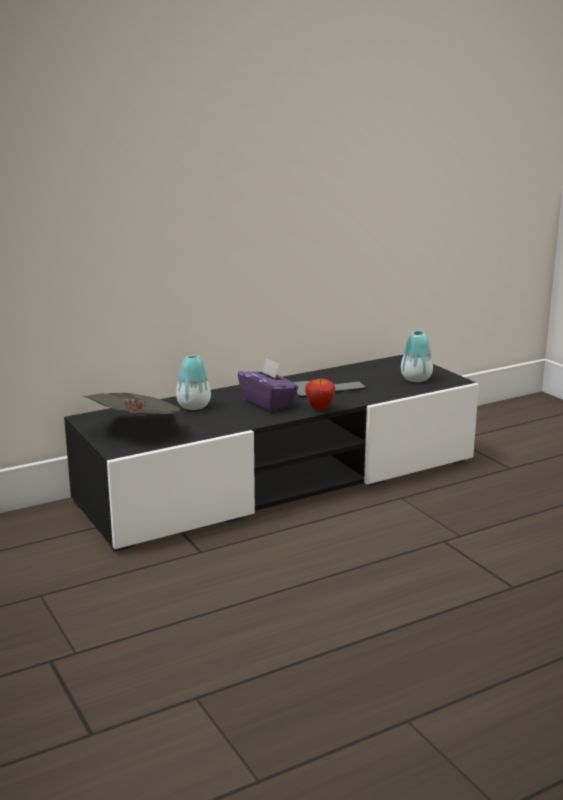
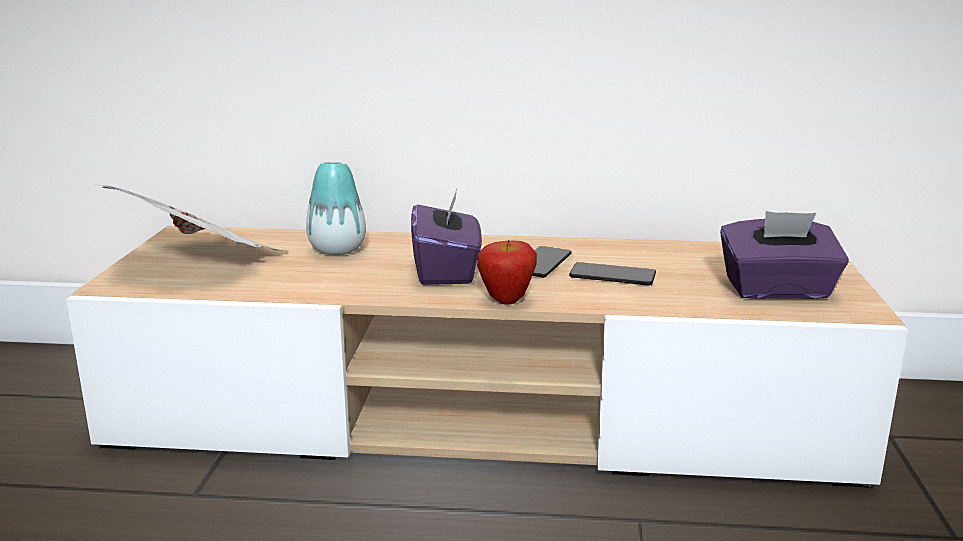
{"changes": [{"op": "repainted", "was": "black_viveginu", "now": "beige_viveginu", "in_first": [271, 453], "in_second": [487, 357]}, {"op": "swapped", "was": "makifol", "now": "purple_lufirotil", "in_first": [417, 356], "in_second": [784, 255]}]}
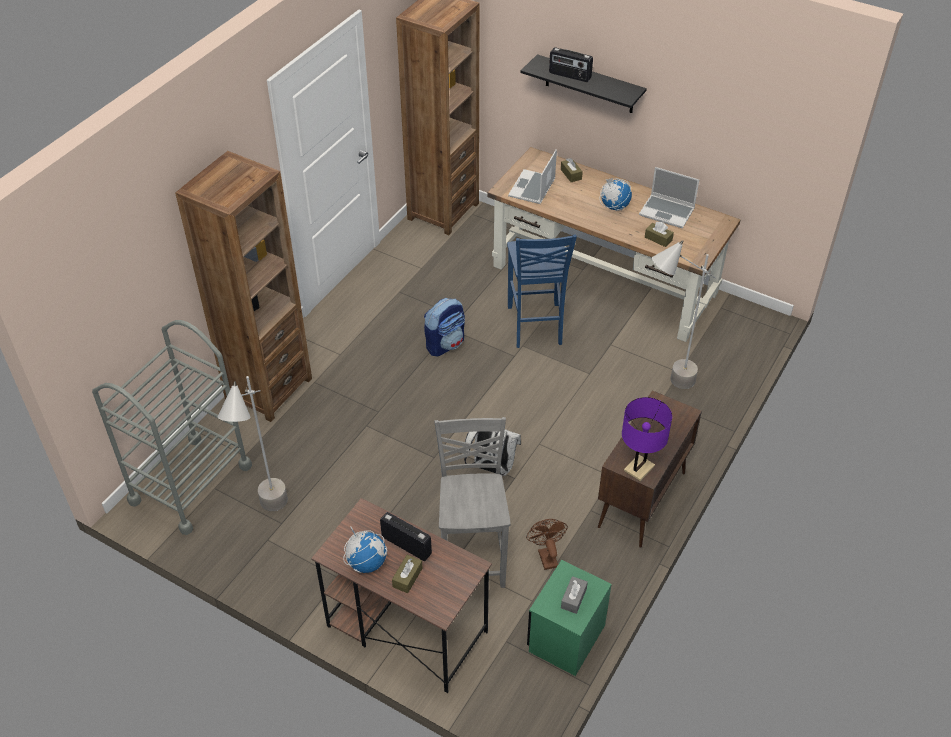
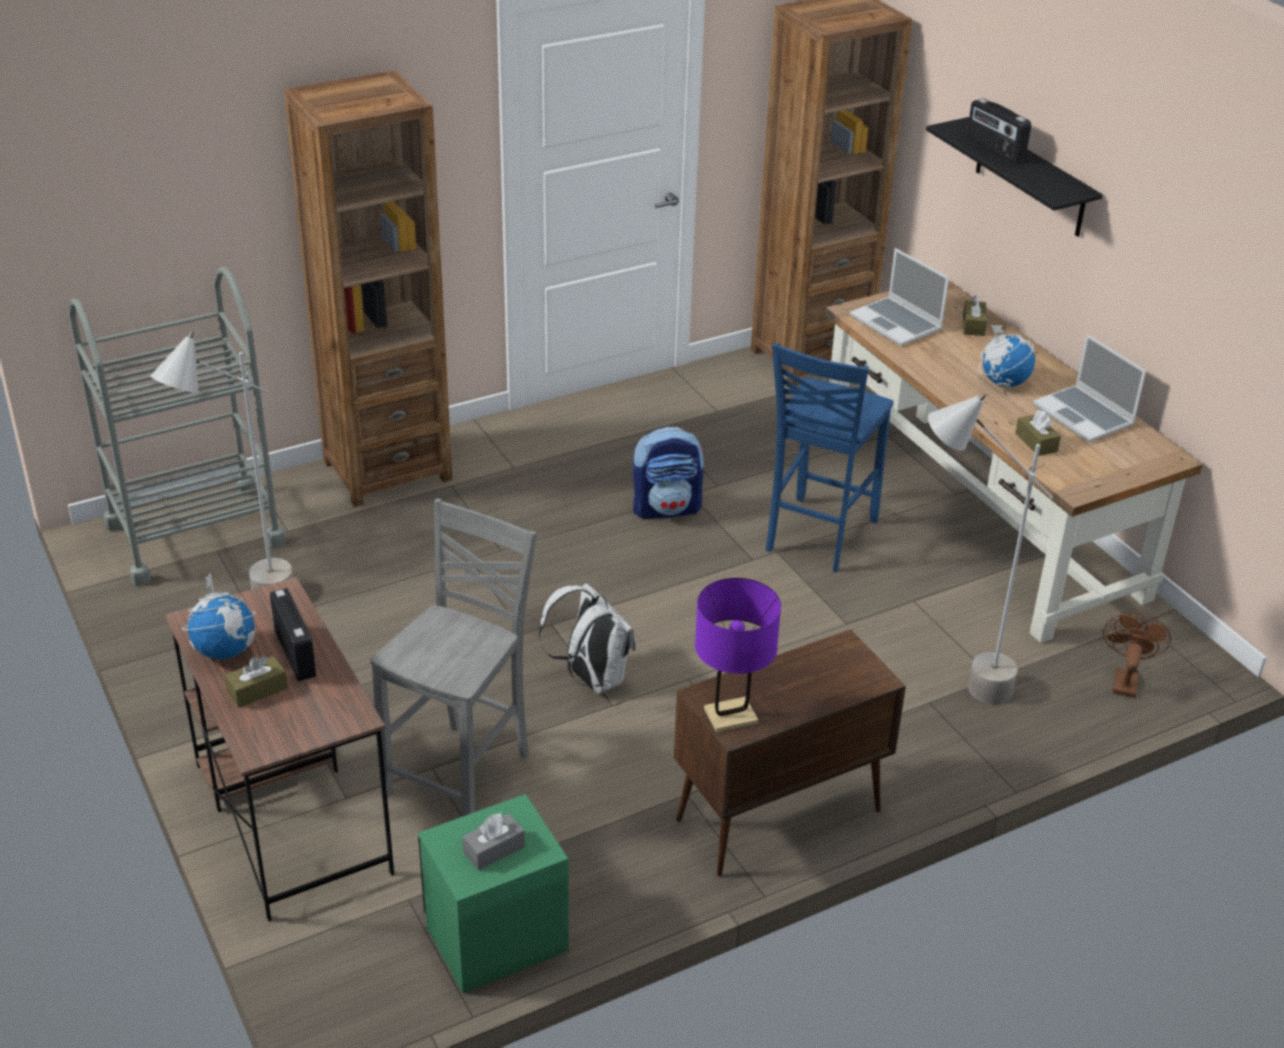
{"changes": [{"op": "rotated", "was": "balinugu", "in_first": [532, 176], "in_second": [899, 297], "clockwise": -90}, {"op": "shifted", "was": "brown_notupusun", "in_first": [547, 544], "in_second": [1137, 655]}]}
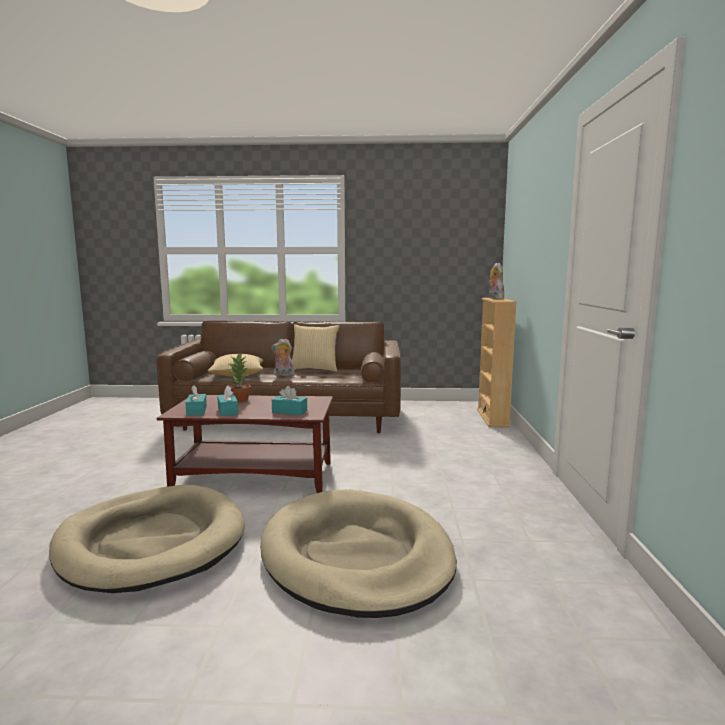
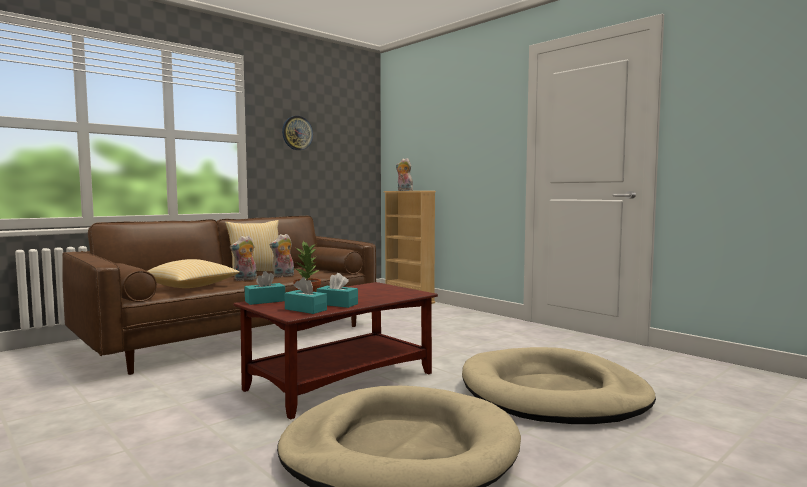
{"changes": [{"op": "shifted", "was": "turquoise_lufirotil", "in_first": [289, 400], "in_second": [265, 288]}, {"op": "new", "now": "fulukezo", "in_second": [281, 255]}, {"op": "new", "now": "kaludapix", "in_second": [297, 133]}]}
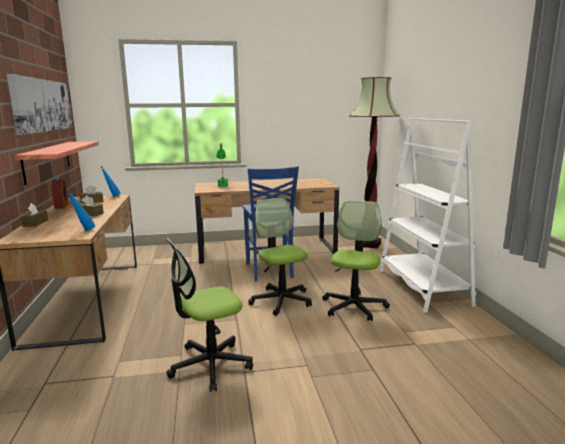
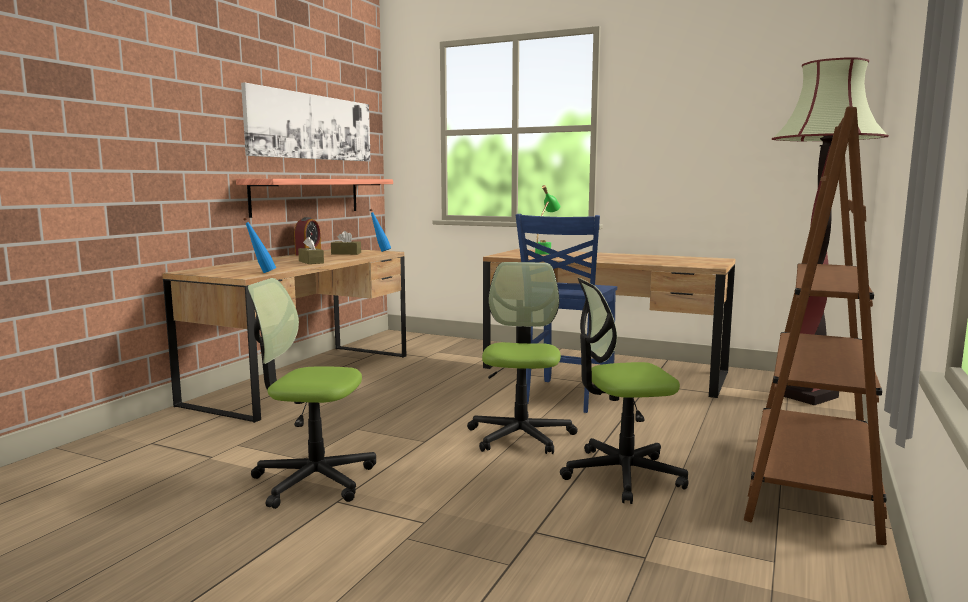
{"changes": [{"op": "rotated", "was": "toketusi", "in_first": [356, 260], "in_second": [624, 391], "clockwise": -150}, {"op": "repainted", "was": "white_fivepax", "now": "brown_fivepax", "in_first": [427, 215], "in_second": [815, 325]}, {"op": "gone", "was": "brown_lufirotil", "in_first": [34, 215]}]}
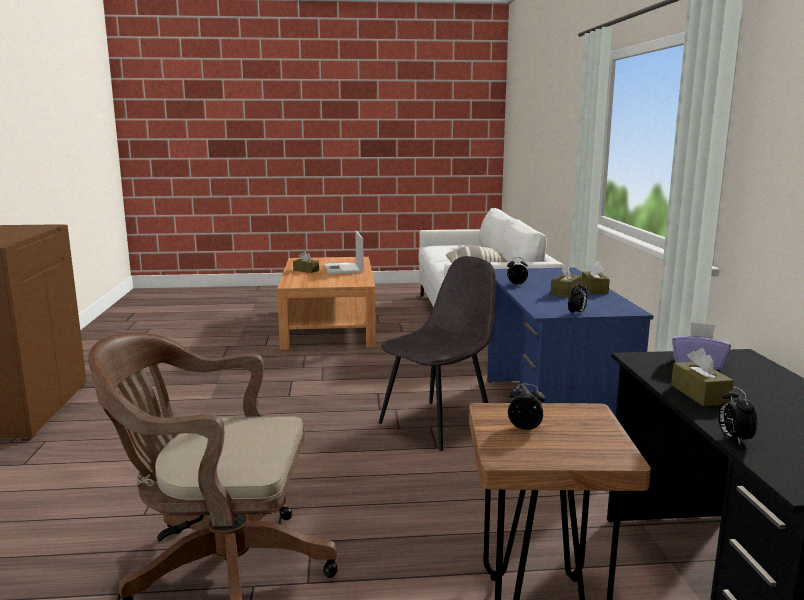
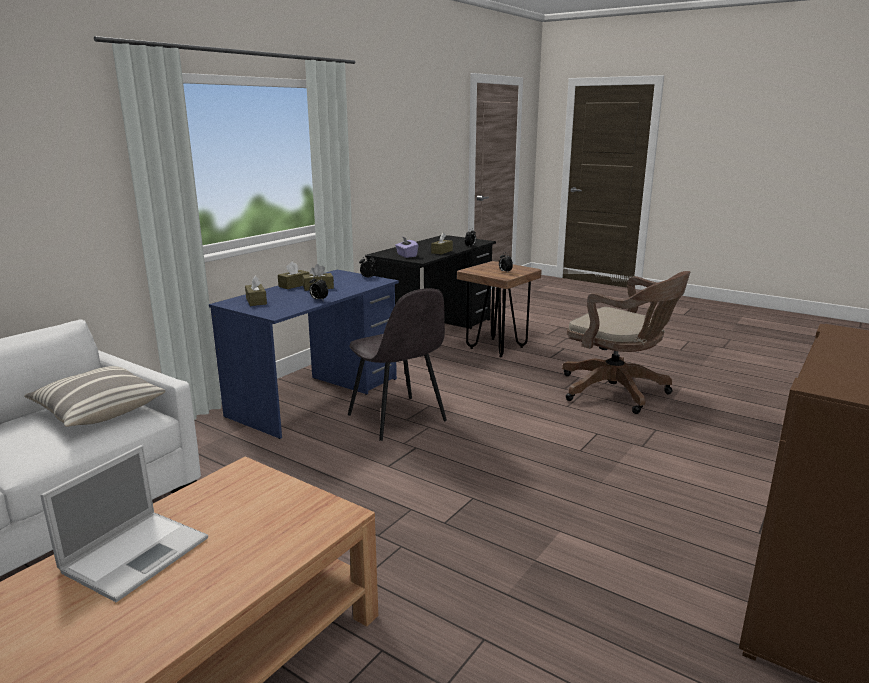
{"changes": [{"op": "shifted", "was": "brown_lufirotil", "in_first": [306, 262], "in_second": [256, 290]}, {"op": "rotated", "was": "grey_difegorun", "in_first": [437, 353], "in_second": [397, 364], "clockwise": -120}]}
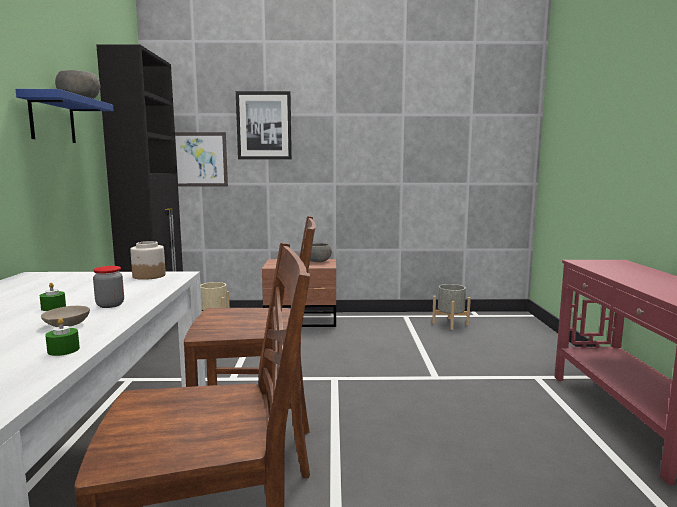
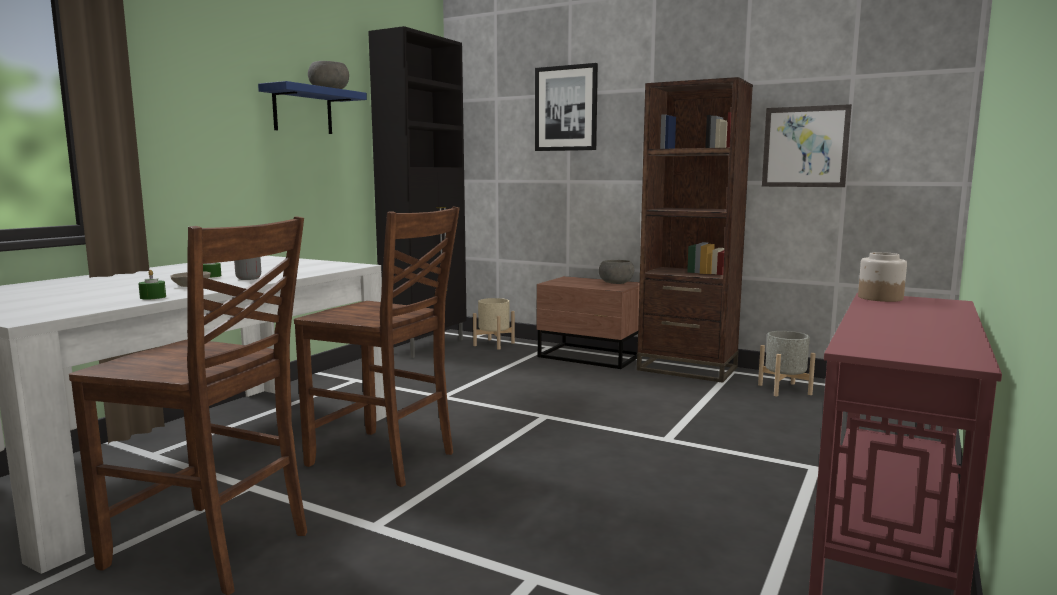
{"changes": [{"op": "new", "now": "brown_fivepax", "in_second": [695, 230]}, {"op": "shifted", "was": "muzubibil", "in_first": [201, 159], "in_second": [807, 145]}, {"op": "shifted", "was": "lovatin", "in_first": [148, 260], "in_second": [882, 277]}]}
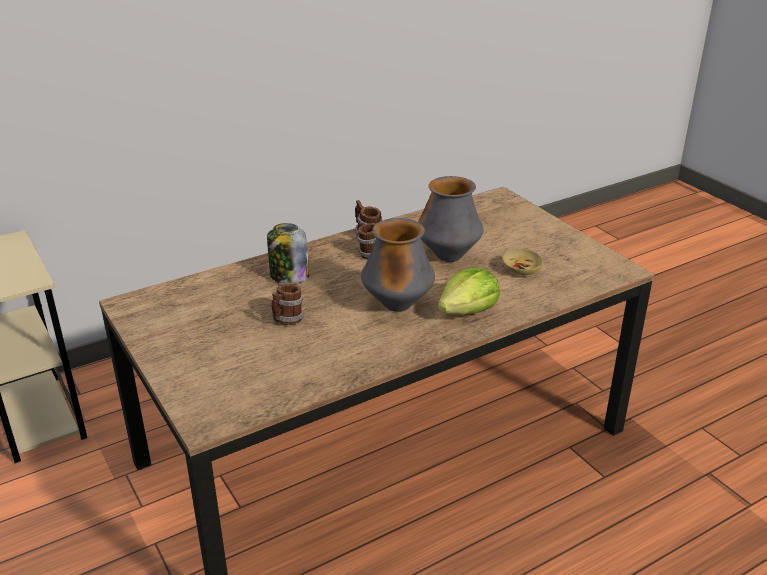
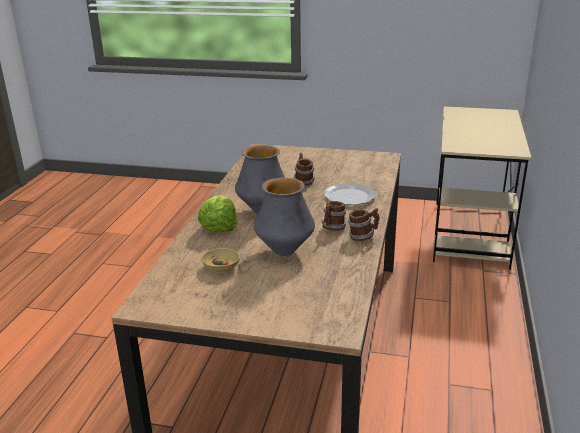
{"changes": [{"op": "swapped", "was": "lovatin", "now": "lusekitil", "in_first": [288, 253], "in_second": [350, 194]}]}
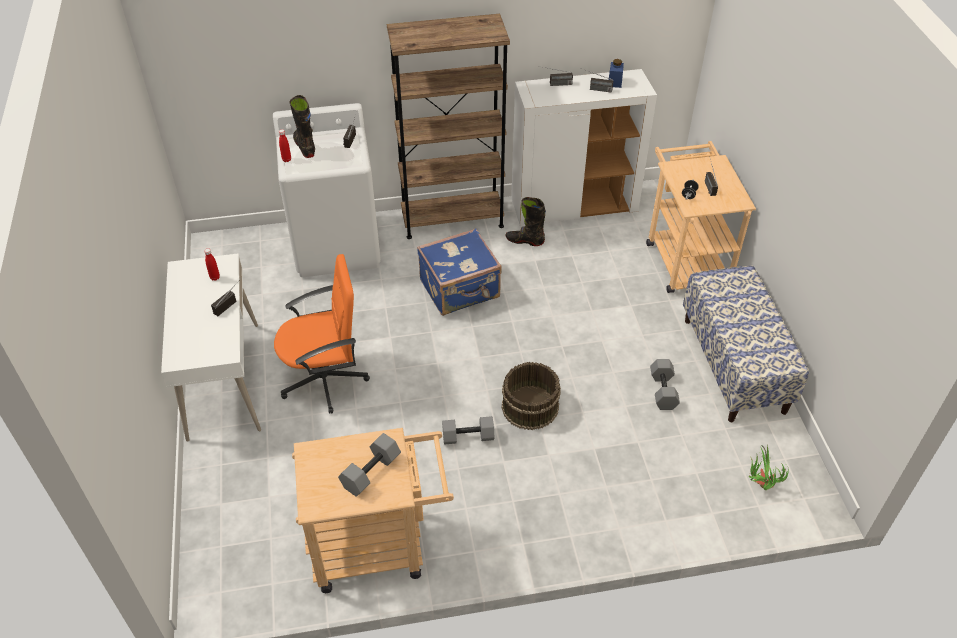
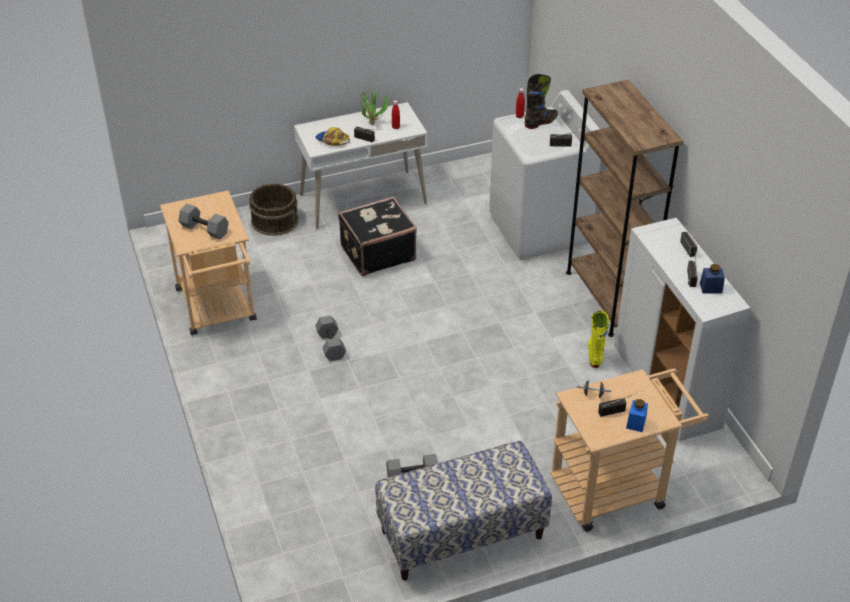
{"changes": [{"op": "shifted", "was": "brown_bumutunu", "in_first": [531, 396], "in_second": [274, 209]}, {"op": "new", "now": "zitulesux", "in_second": [332, 136]}, {"op": "swapped", "was": "orange_toketusi", "now": "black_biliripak", "in_first": [322, 333], "in_second": [377, 236]}, {"op": "shifted", "was": "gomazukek", "in_first": [769, 467], "in_second": [374, 107]}, {"op": "repainted", "was": "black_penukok", "now": "yellow_penukok", "in_first": [526, 221], "in_second": [598, 339]}, {"op": "new", "now": "blue_lovatin", "in_second": [637, 415]}, {"op": "gone", "was": "blue_biliripak", "in_first": [459, 272]}]}
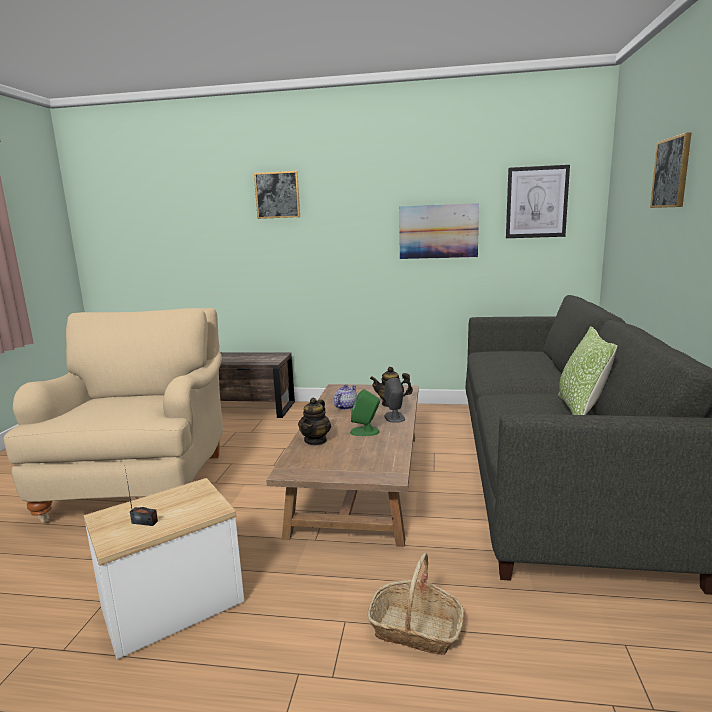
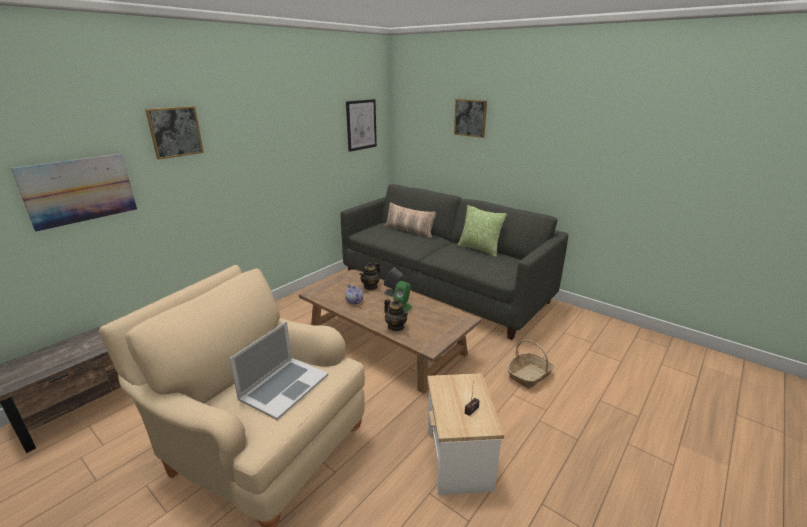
{"changes": [{"op": "shifted", "was": "muzubibil", "in_first": [439, 231], "in_second": [74, 193]}, {"op": "new", "now": "balinugu", "in_second": [278, 370]}, {"op": "new", "now": "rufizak", "in_second": [410, 220]}]}
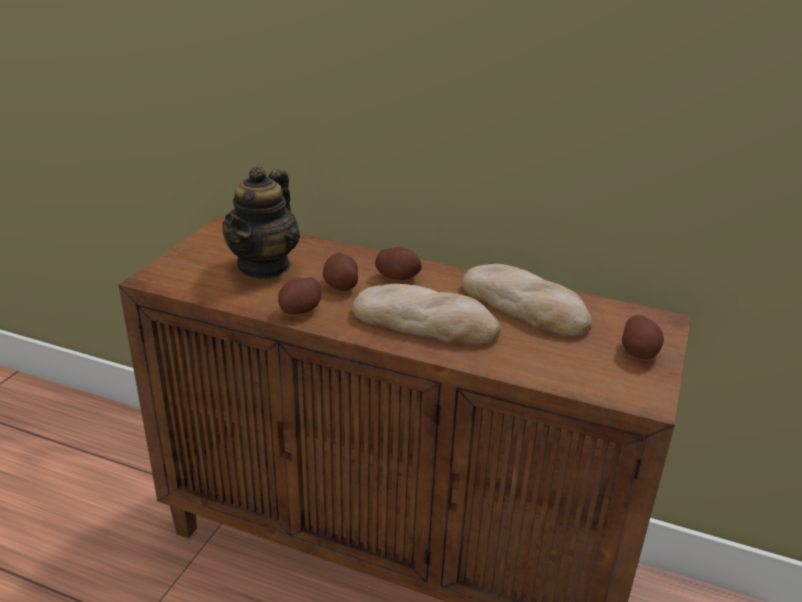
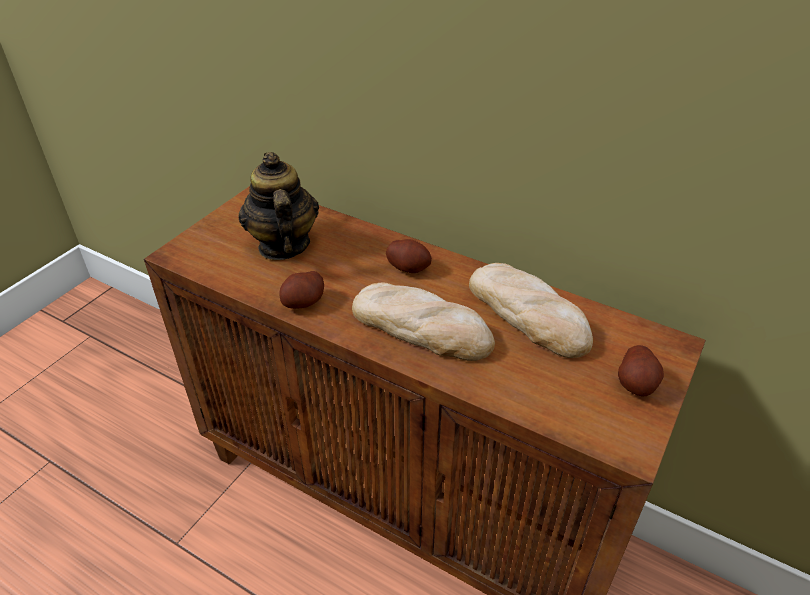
{"changes": [{"op": "rotated", "was": "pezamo", "in_first": [261, 222], "in_second": [278, 206], "clockwise": 135}, {"op": "gone", "was": "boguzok", "in_first": [340, 272]}]}
